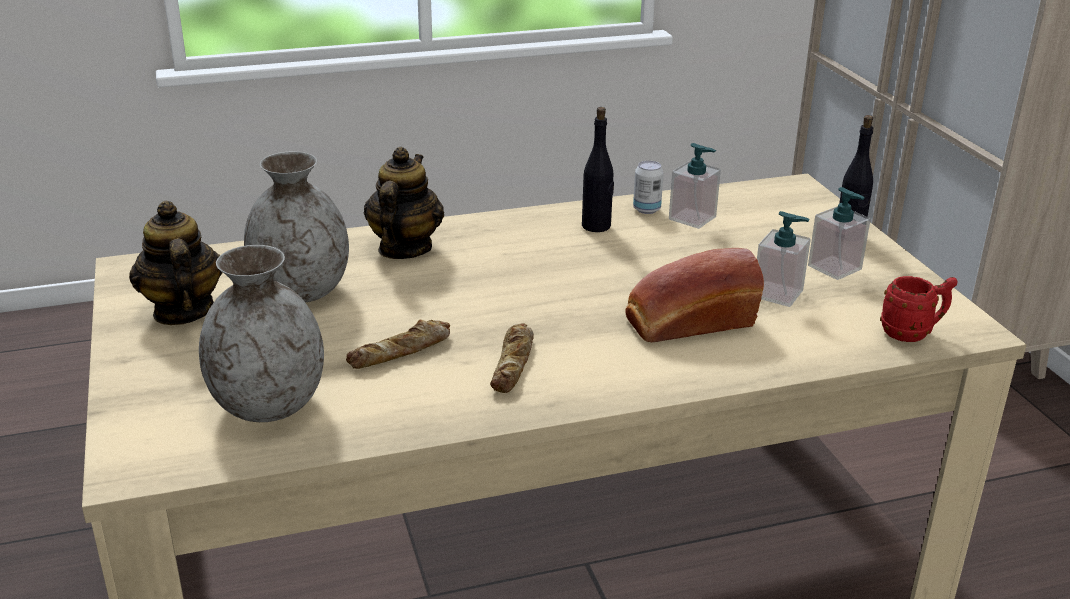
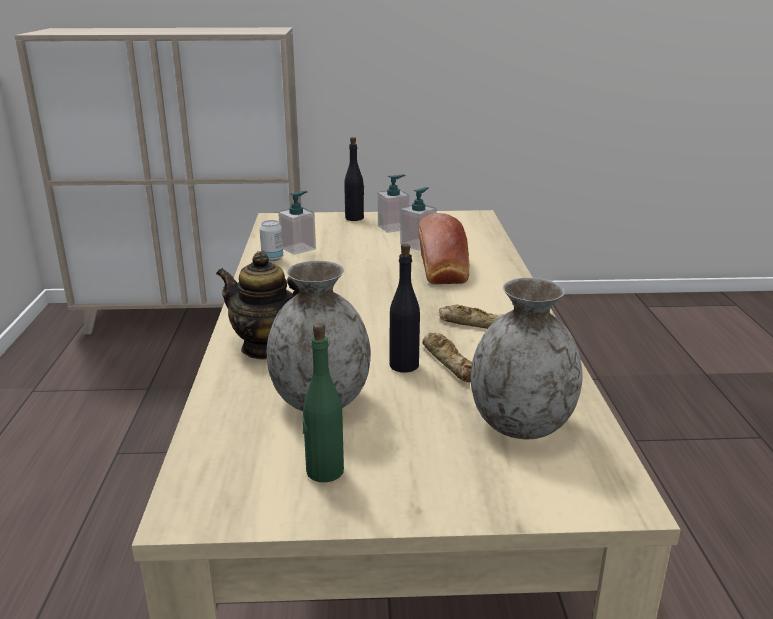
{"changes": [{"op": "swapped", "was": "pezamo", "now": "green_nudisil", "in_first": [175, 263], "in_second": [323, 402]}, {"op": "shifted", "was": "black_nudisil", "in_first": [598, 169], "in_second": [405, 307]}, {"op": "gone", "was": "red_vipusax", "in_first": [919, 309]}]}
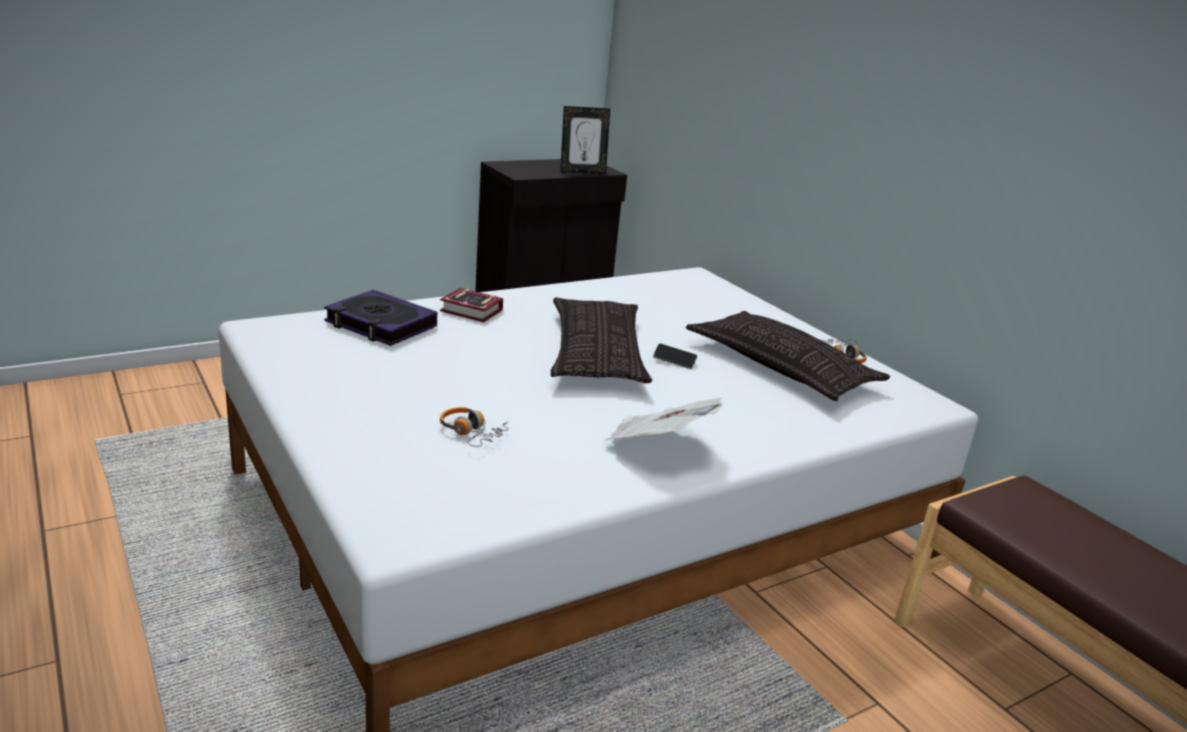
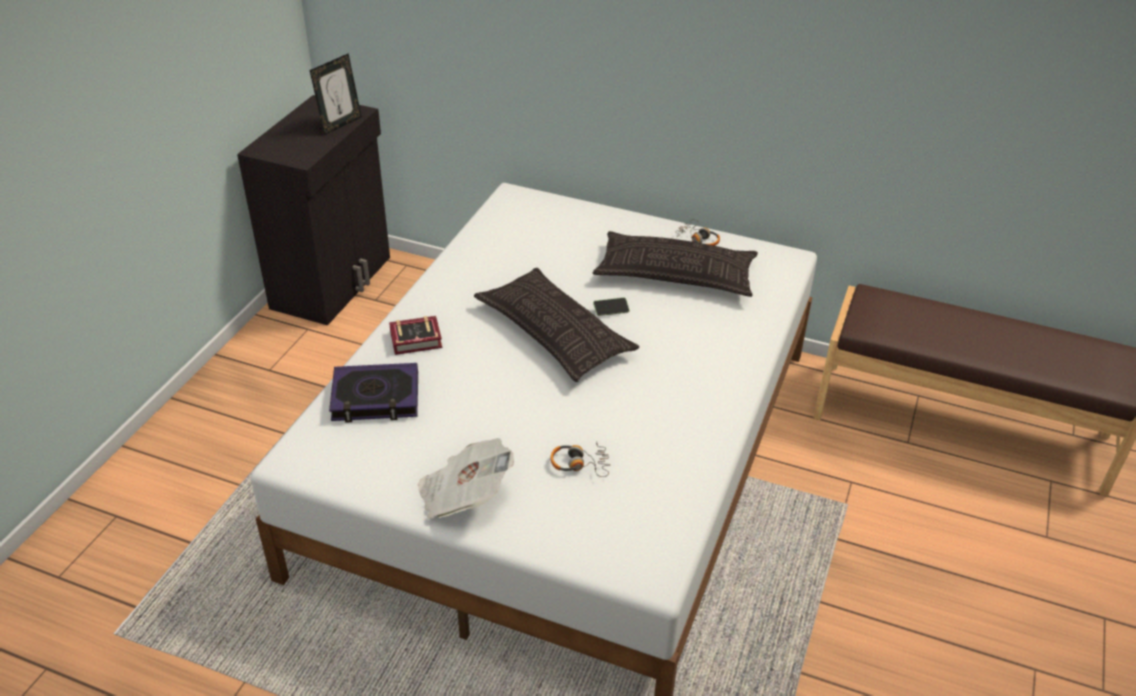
{"changes": [{"op": "shifted", "was": "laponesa", "in_first": [664, 419], "in_second": [465, 478]}]}
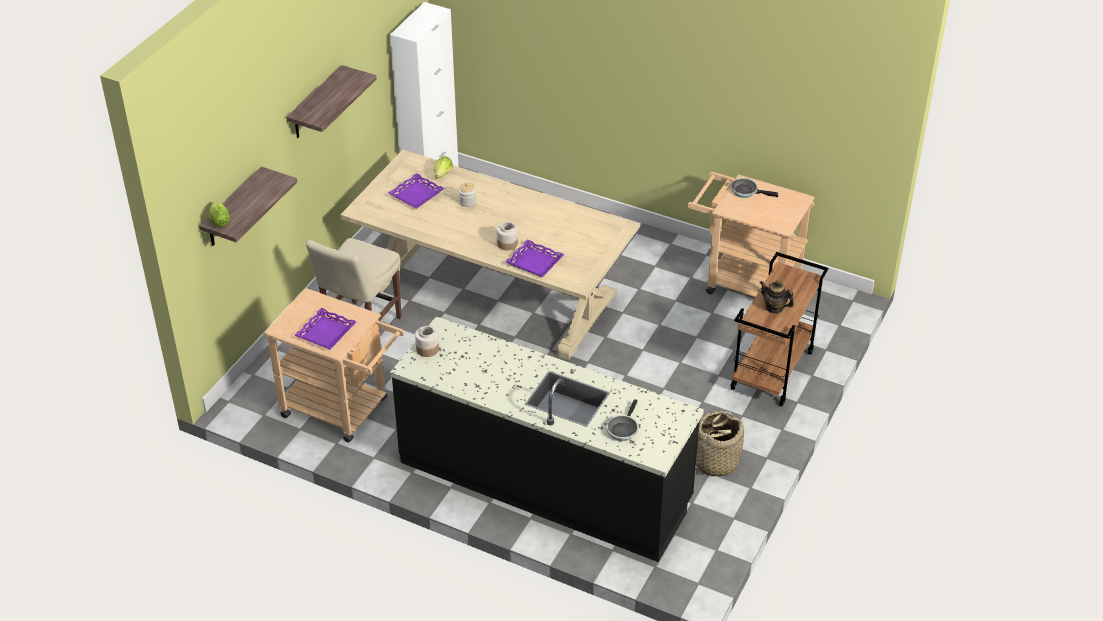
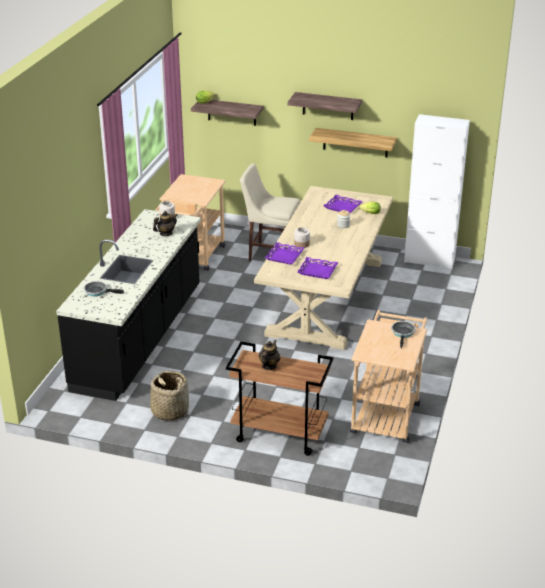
{"changes": [{"op": "new", "now": "pezamo", "in_second": [165, 223]}, {"op": "shifted", "was": "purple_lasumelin", "in_first": [325, 329], "in_second": [317, 268]}, {"op": "new", "now": "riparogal", "in_second": [353, 142]}]}
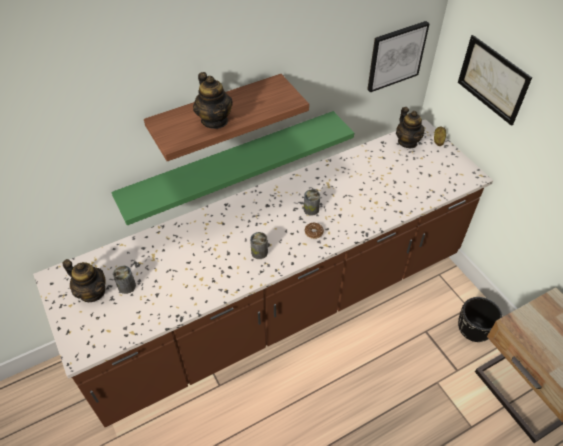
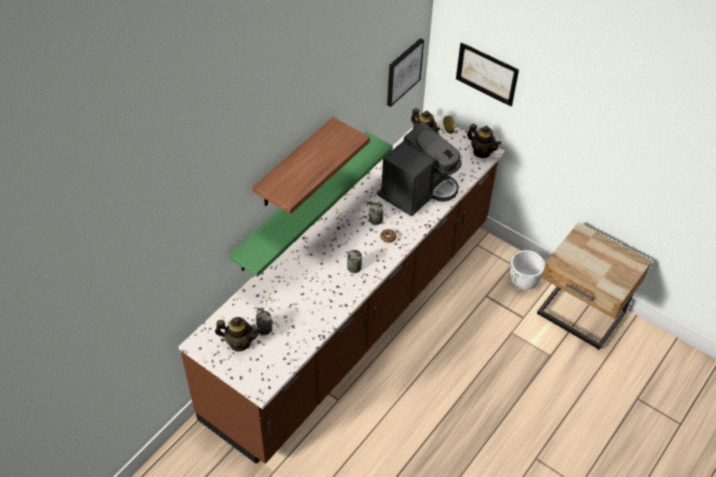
{"changes": [{"op": "new", "now": "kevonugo", "in_second": [419, 168]}, {"op": "shifted", "was": "pezamo", "in_first": [213, 100], "in_second": [484, 141]}, {"op": "repainted", "was": "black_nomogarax", "now": "white_nomogarax", "in_first": [480, 319], "in_second": [527, 270]}]}
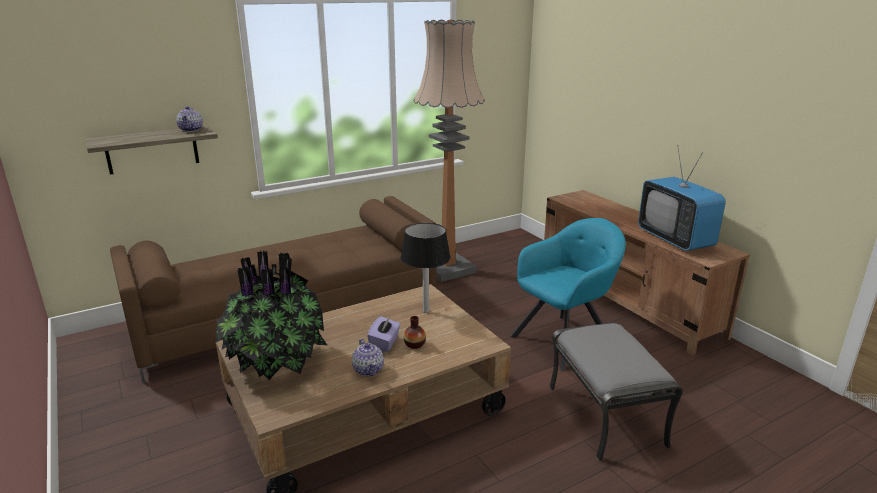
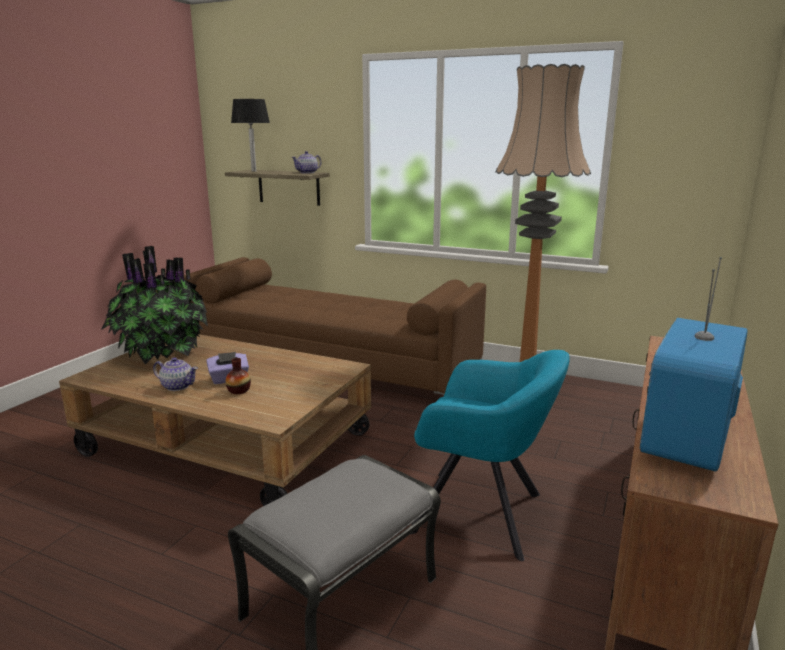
{"changes": [{"op": "rotated", "was": "pezamo", "in_first": [368, 357], "in_second": [175, 374], "clockwise": -105}, {"op": "shifted", "was": "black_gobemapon", "in_first": [425, 268], "in_second": [250, 135]}]}
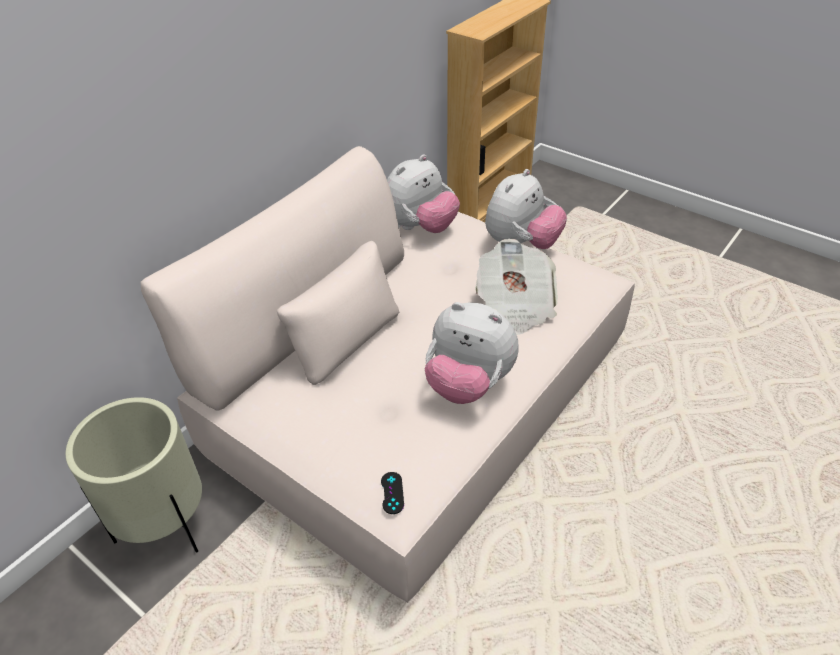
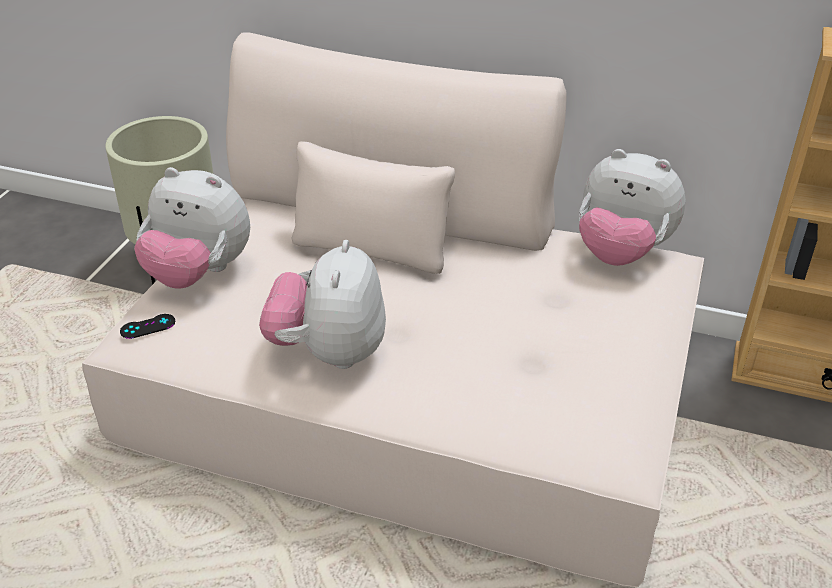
{"changes": [{"op": "shifted", "was": "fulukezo", "in_first": [526, 209], "in_second": [192, 228]}, {"op": "gone", "was": "laponesa", "in_first": [516, 287]}]}
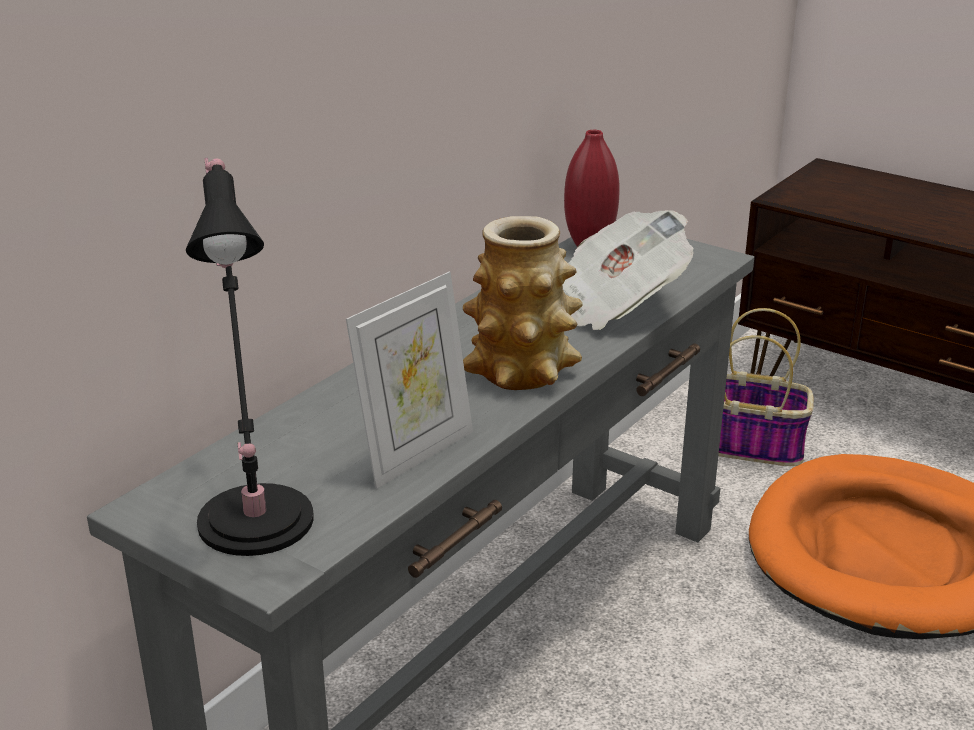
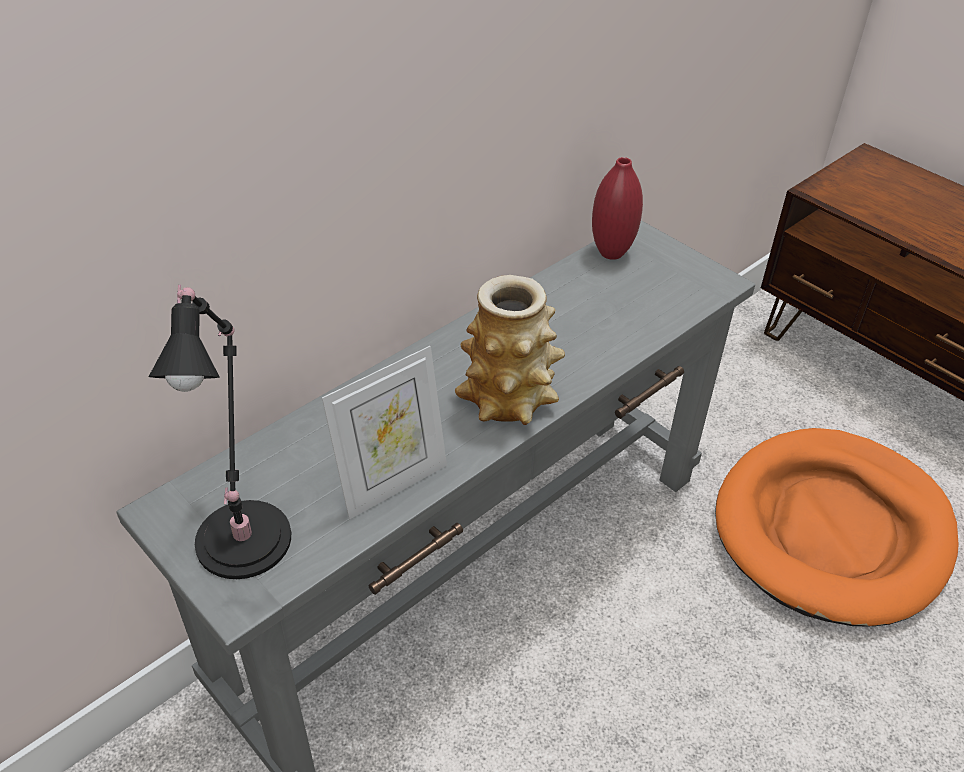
{"changes": [{"op": "gone", "was": "laponesa", "in_first": [628, 270]}, {"op": "gone", "was": "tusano", "in_first": [766, 387]}]}
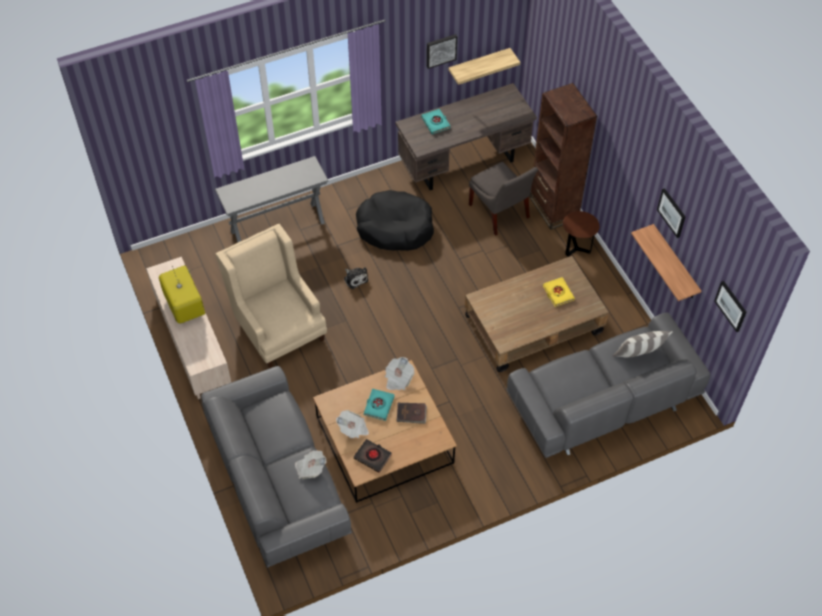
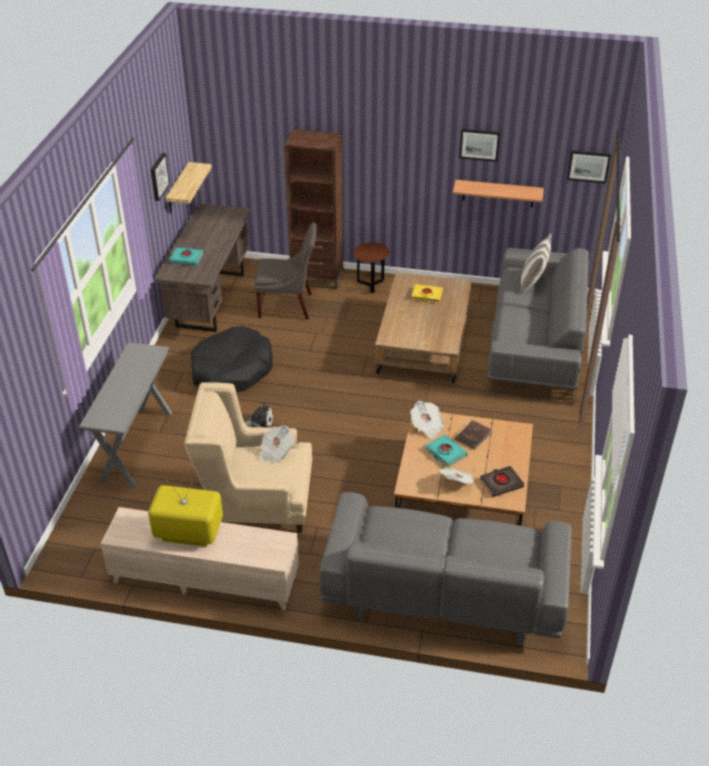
{"changes": [{"op": "shifted", "was": "laponesa", "in_first": [311, 465], "in_second": [277, 444]}]}
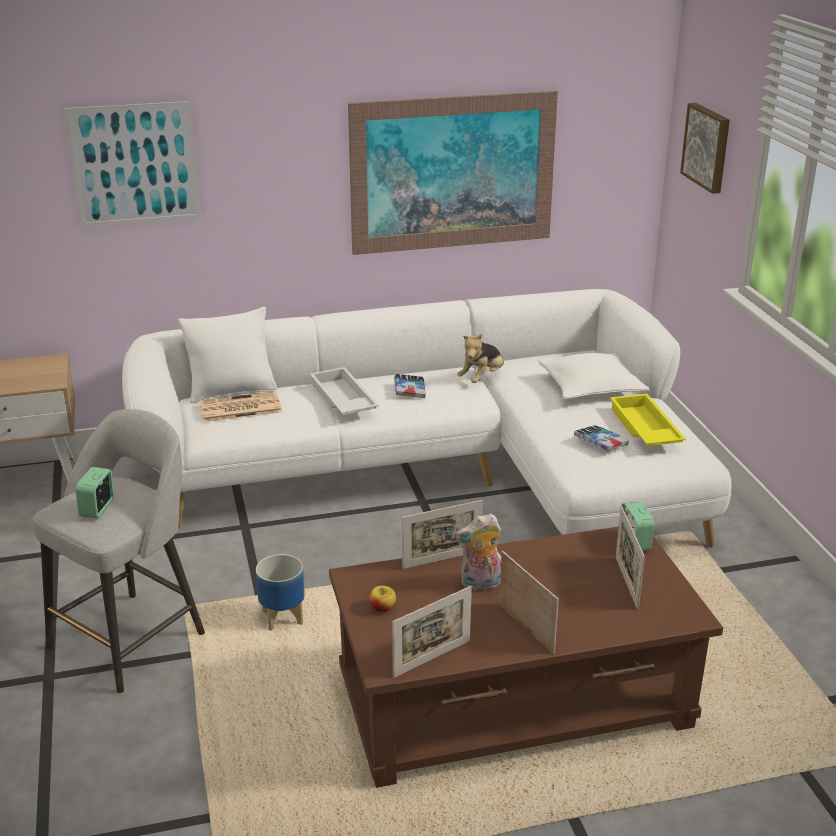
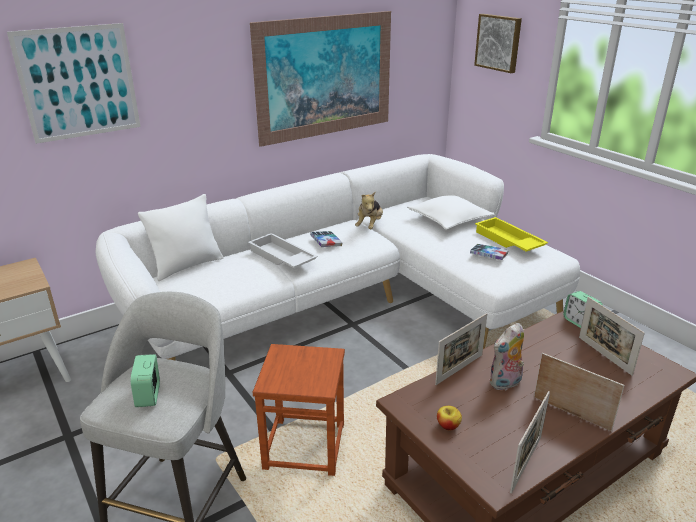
{"changes": [{"op": "swapped", "was": "nomogarax", "now": "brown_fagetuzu", "in_first": [280, 592], "in_second": [299, 410]}, {"op": "gone", "was": "laponesa", "in_first": [241, 406]}]}
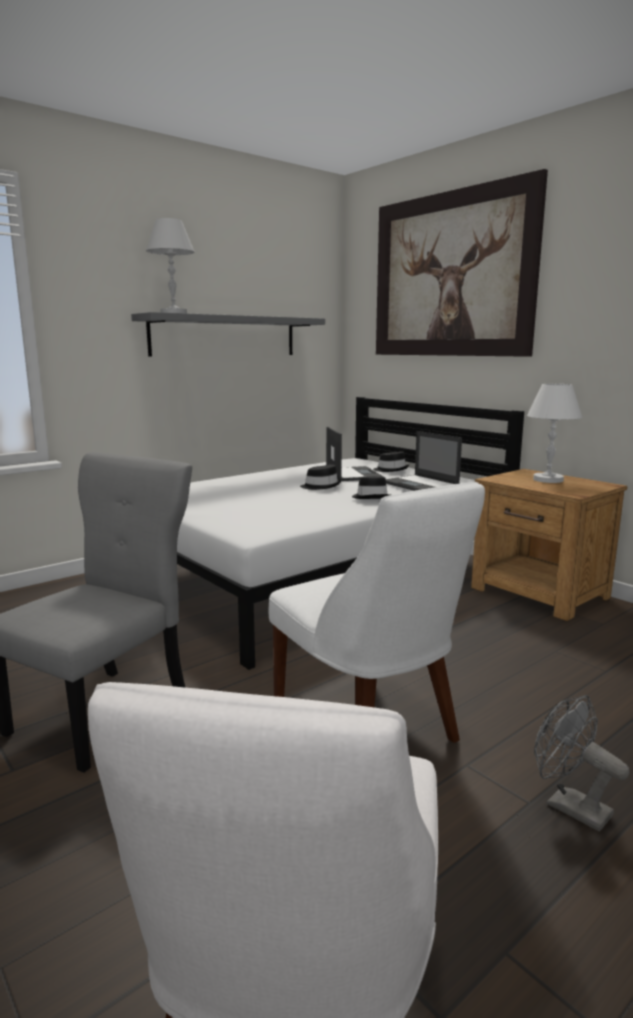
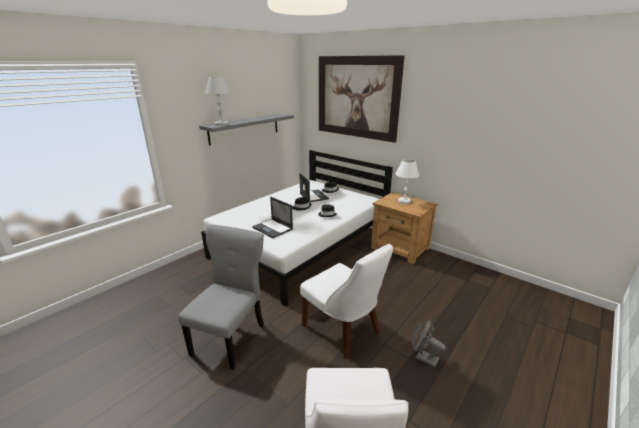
{"changes": [{"op": "shifted", "was": "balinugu", "in_first": [424, 461], "in_second": [272, 217]}]}
